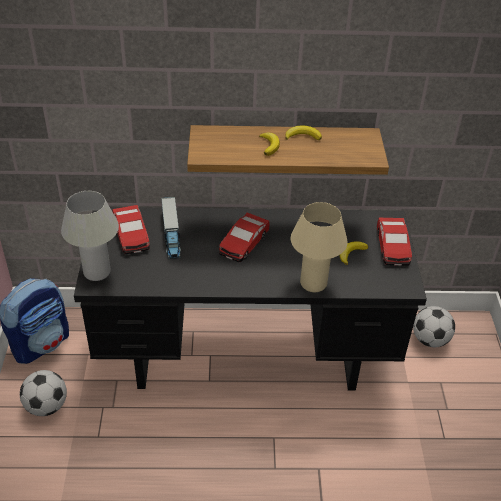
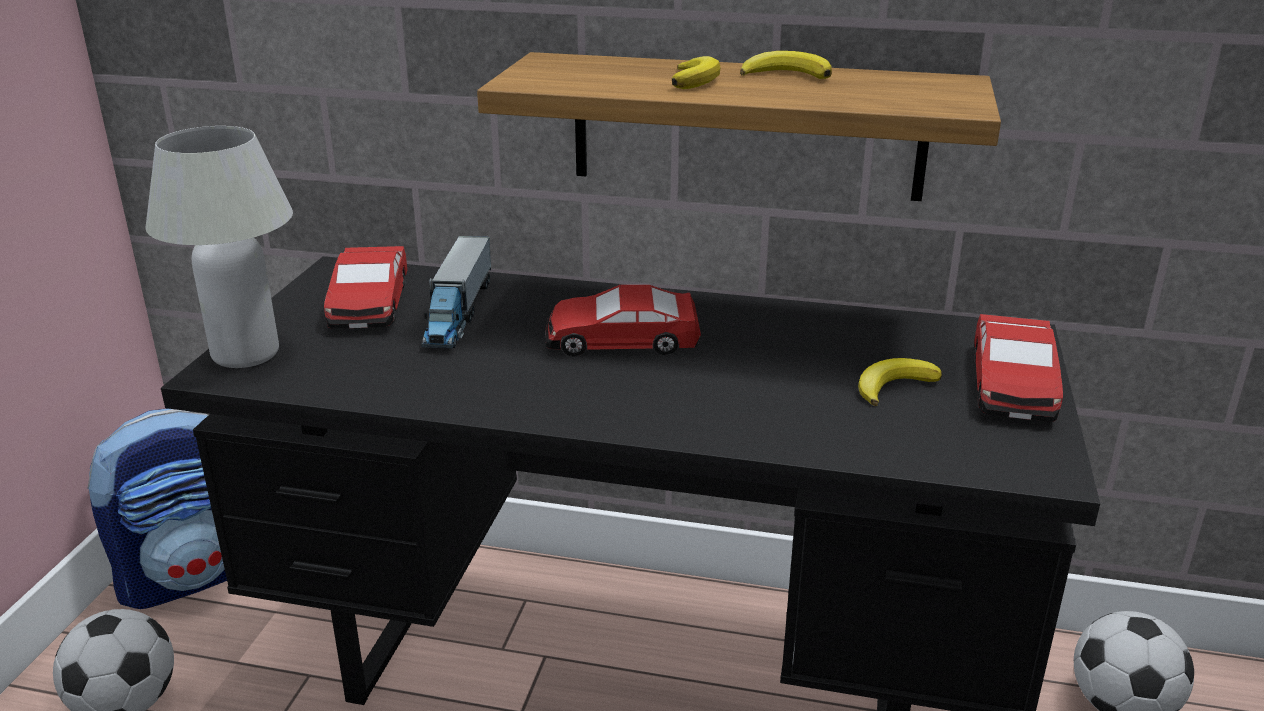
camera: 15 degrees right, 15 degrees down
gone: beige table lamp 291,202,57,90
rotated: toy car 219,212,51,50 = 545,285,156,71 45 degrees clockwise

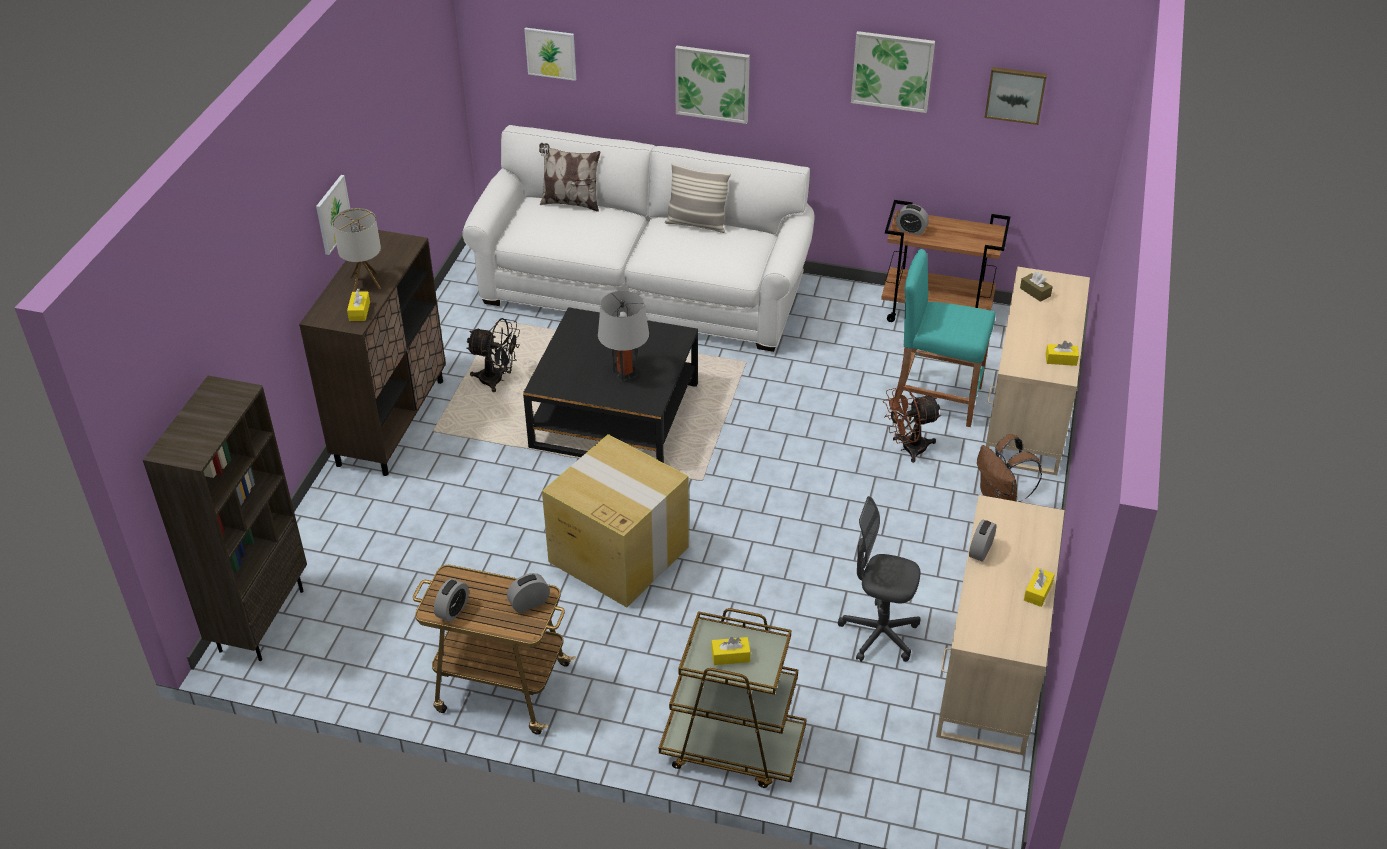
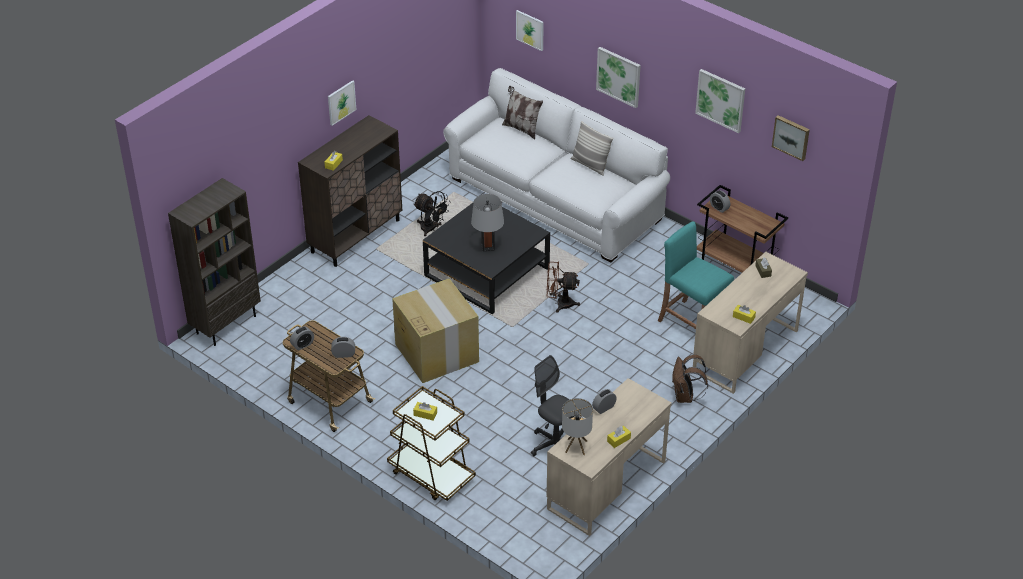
camera: 25 degrees right, 0 degrees up
shifted: table lamp 332,208,49,84 to 562,398,31,57; brown fan 883,385,59,78 to 546,261,34,52

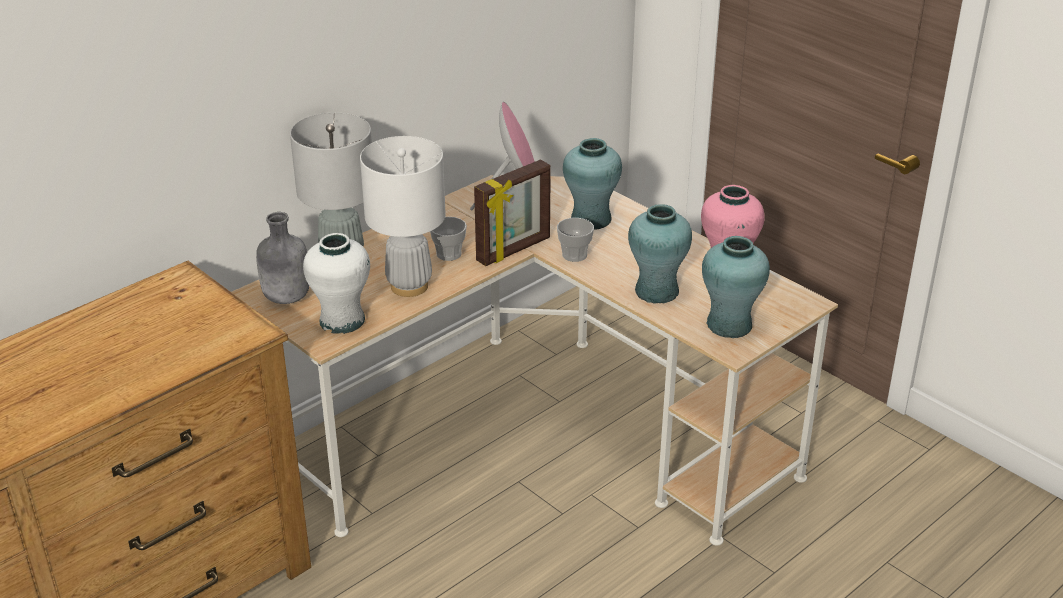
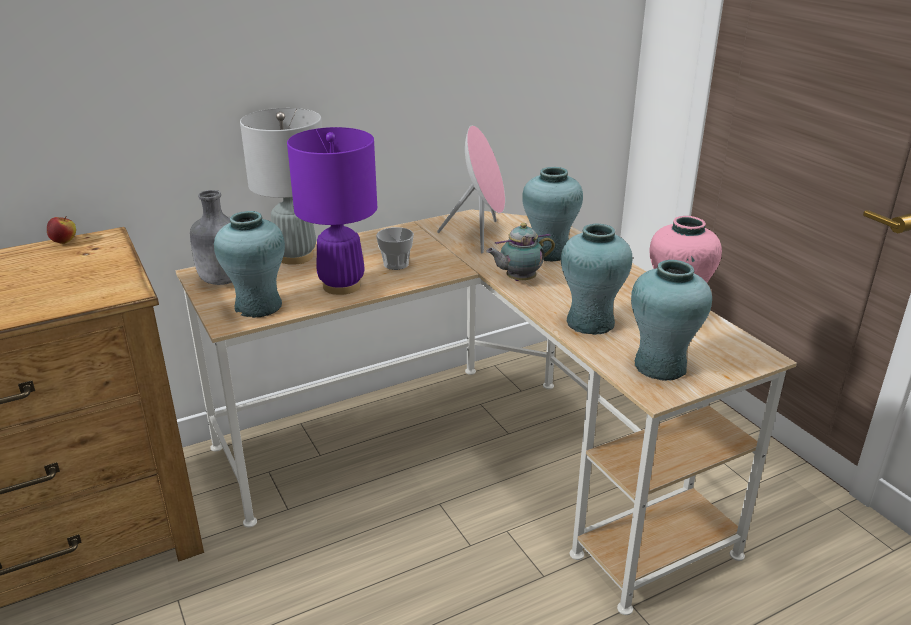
camera: 15 degrees right, 5 degrees down
gone: picture frame 474,160,77,106
new: apple 47,216,29,28
swapped: cup 557,218,37,44 to teapot 486,223,69,58
repainted: white vase 303,233,67,101 to turquoise vase 214,211,71,107; white table lamp 360,136,86,161 to purple table lamp 287,127,90,168

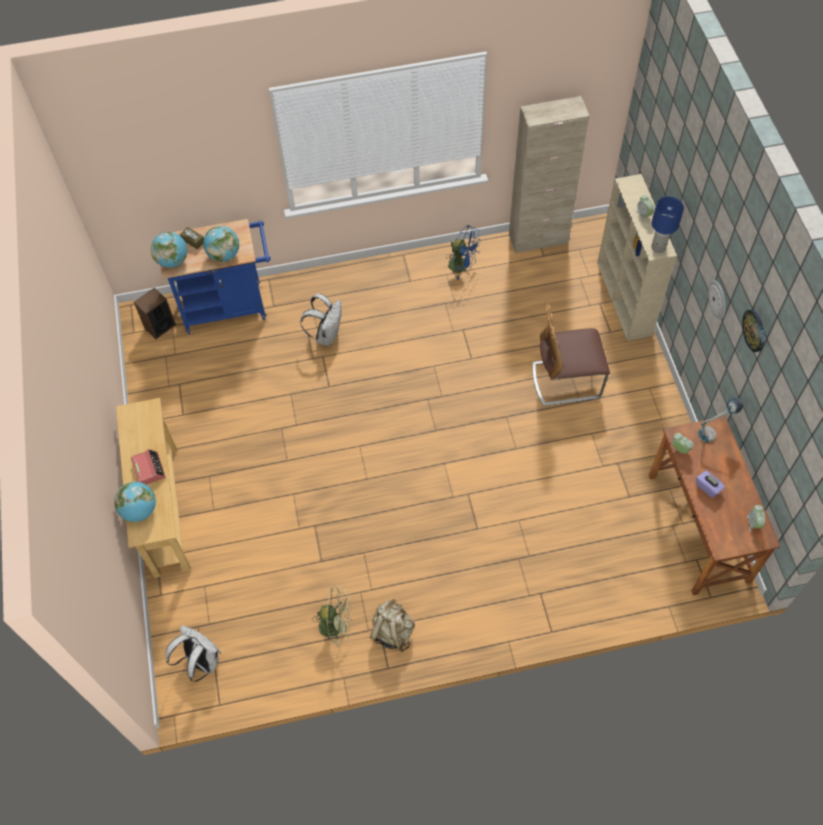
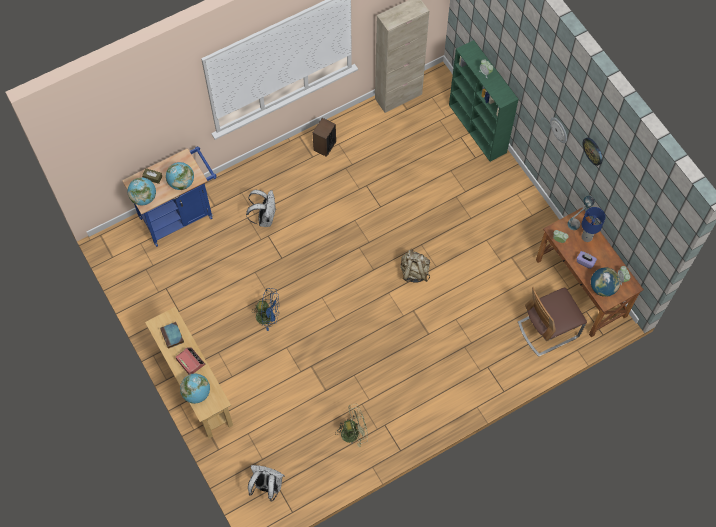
camera: 20 degrees left, 5 degrees up
new: book 160,322,24,27; globe 591,268,29,29
shifted: speaker 134,287,42,52 to 312,118,24,39; beige backpack 369,599,46,53 to 400,248,30,35; blue fan 446,225,35,55 to 252,288,28,43; chair 532,301,78,105 to 518,287,69,70; blue table lamp 651,196,33,57 to 582,207,24,35
repainted: beige bookcase 597,174,80,167 to green bookcase 449,40,70,122

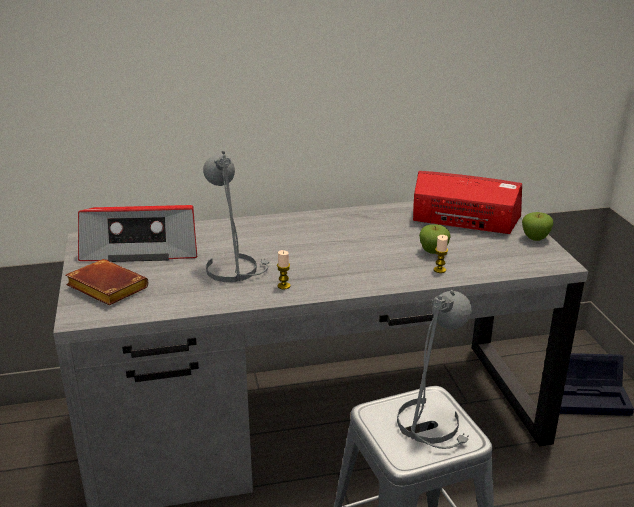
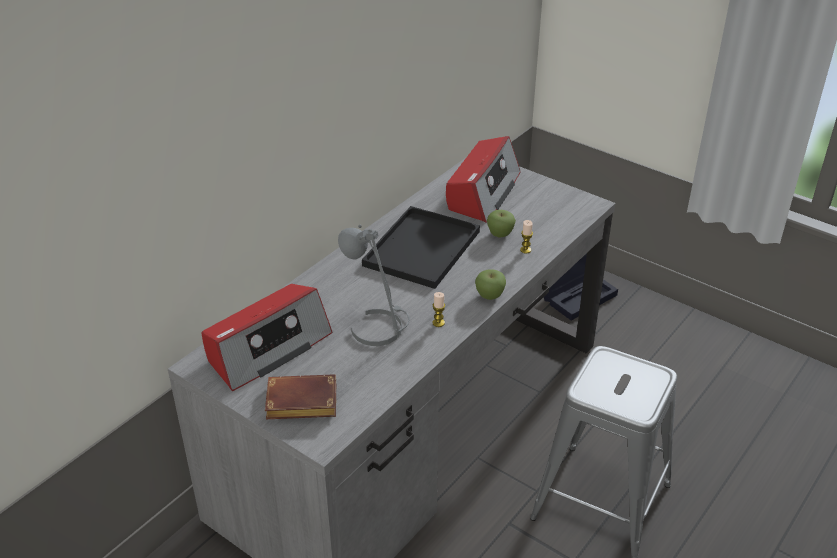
camera: 40 degrees left, 10 degrees up
gone: grey table lamp 397,290,74,159
new: black tray 362,206,118,83
shifted: apple 522,212,31,29 to 475,269,31,31
rotated: radio 413,171,109,63 = 446,136,75,87 135 degrees clockwise

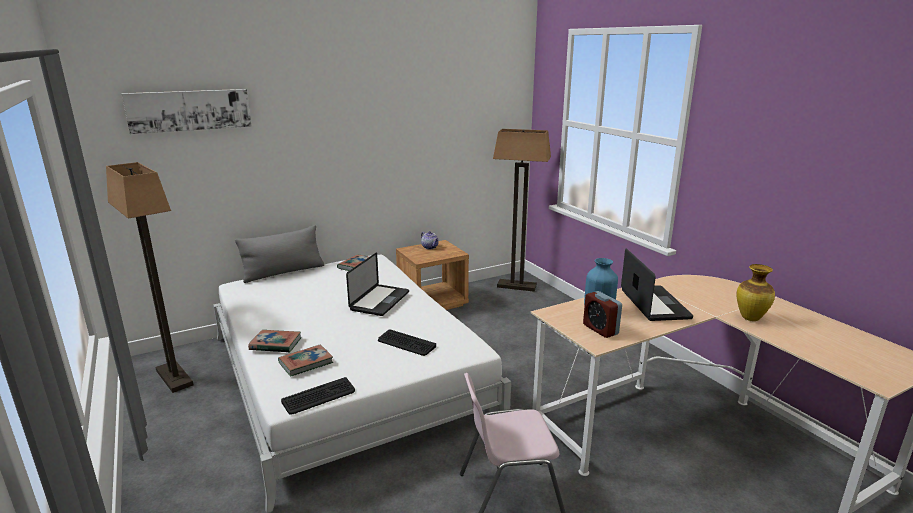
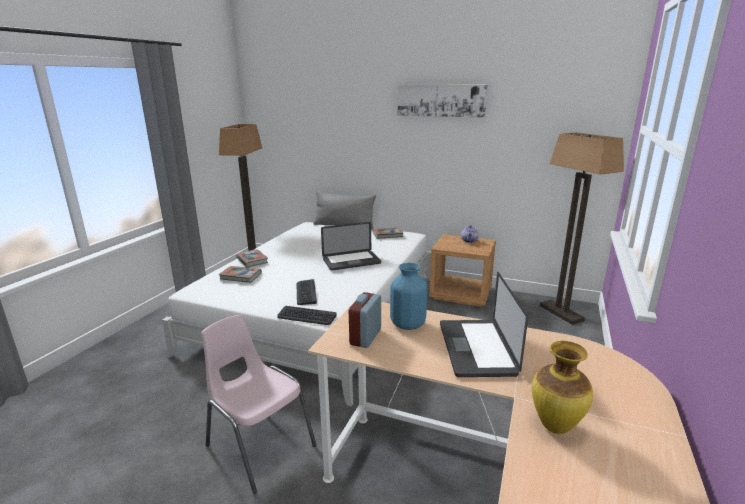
camera: 50 degrees right, 0 degrees up
shifted: picture 122,89,129,45 to 398,85,90,32; keyboard 281,377,74,37 to 277,306,60,19
rotated: laptop 621,248,72,73 = 440,272,88,105 135 degrees clockwise

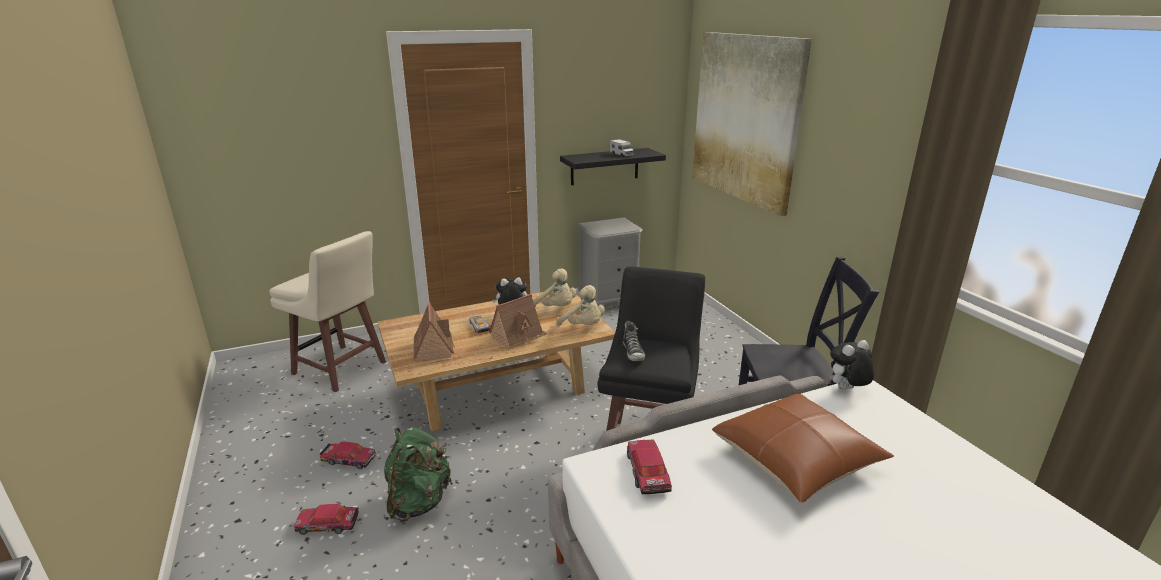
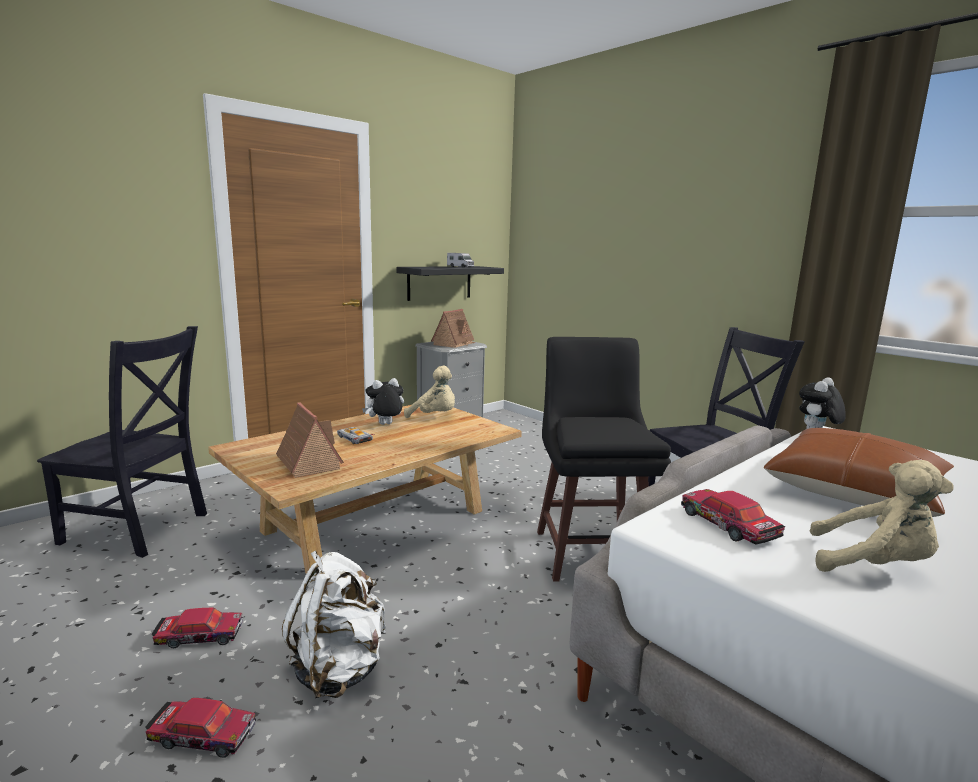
camera: 20 degrees left, 10 degrees down
gone: shoe 623,321,22,40; picture 692,32,120,184
shifted: toy house 489,294,59,55 to 431,309,44,39; beige plush toy 557,285,48,40 to 810,460,144,112
swapped: beige stool 269,231,117,161 to black chair 37,326,170,232
repainted: green backpack 384,428,68,94 to white backpack 282,550,104,148
rotated: toy car 294,504,65,31 = 145,698,111,60 150 degrees counterclockwise

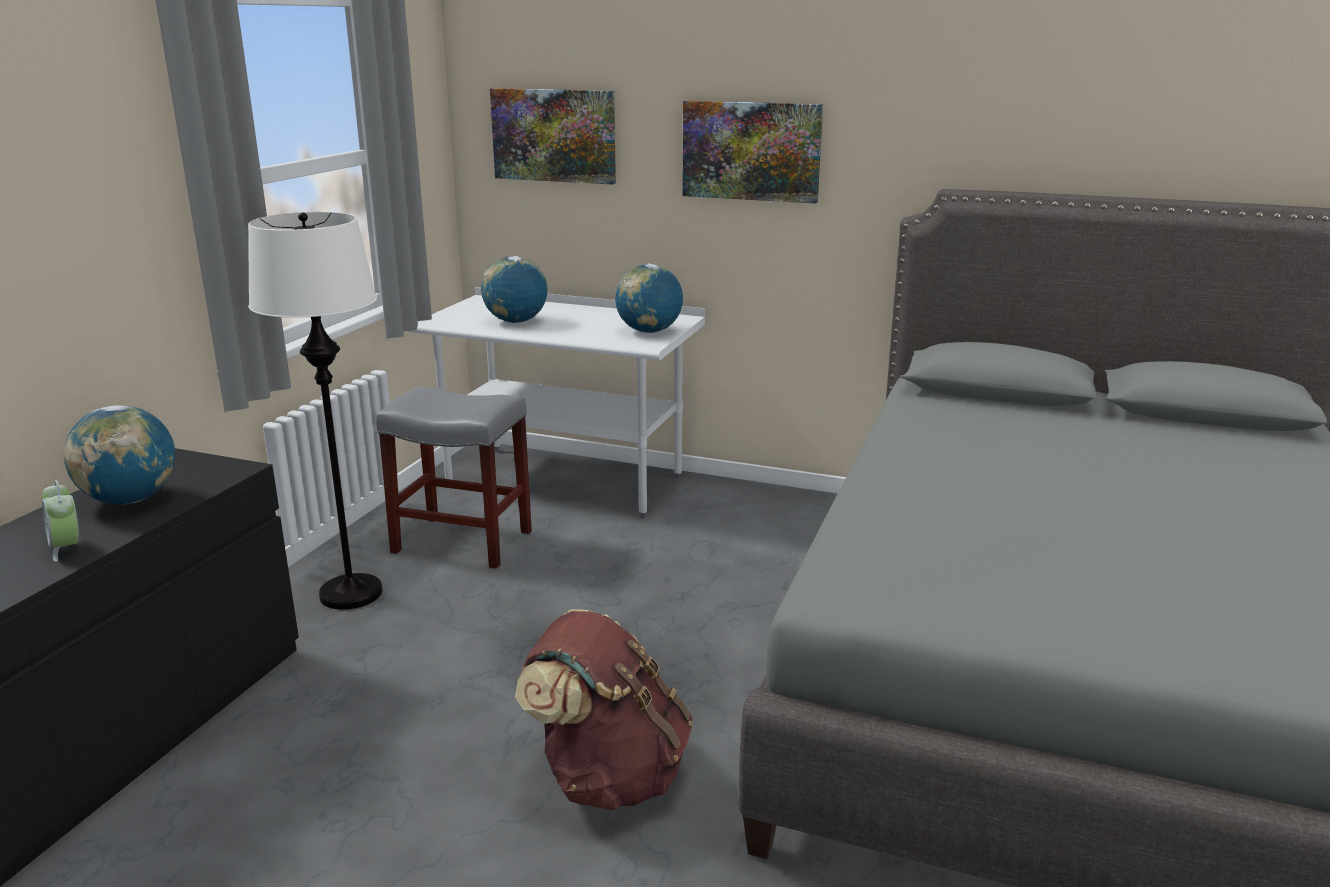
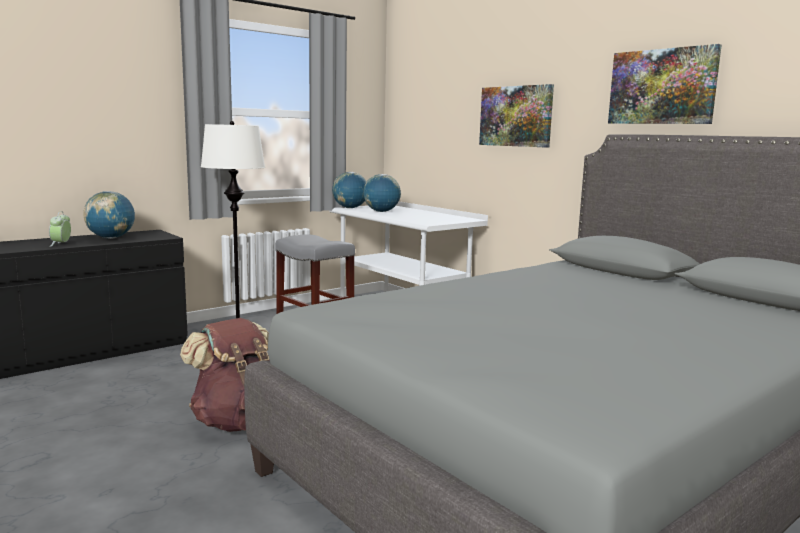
camera: 30 degrees right, 10 degrees down
shifted: picture 490,88,126,97 to 608,44,114,80; globe 615,264,68,69 to 332,172,34,36

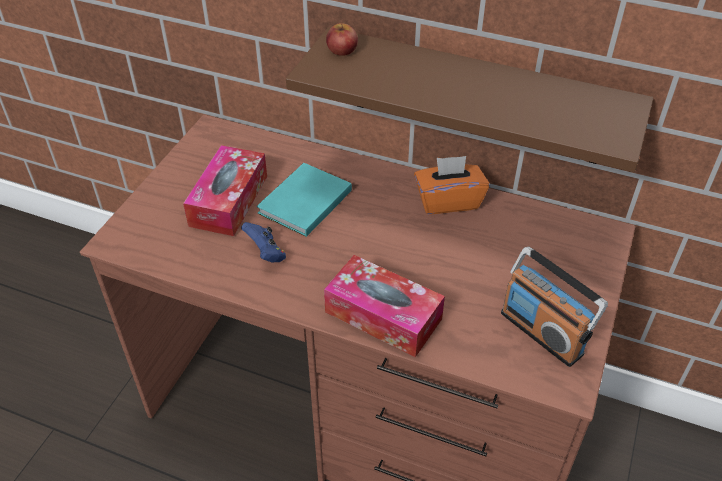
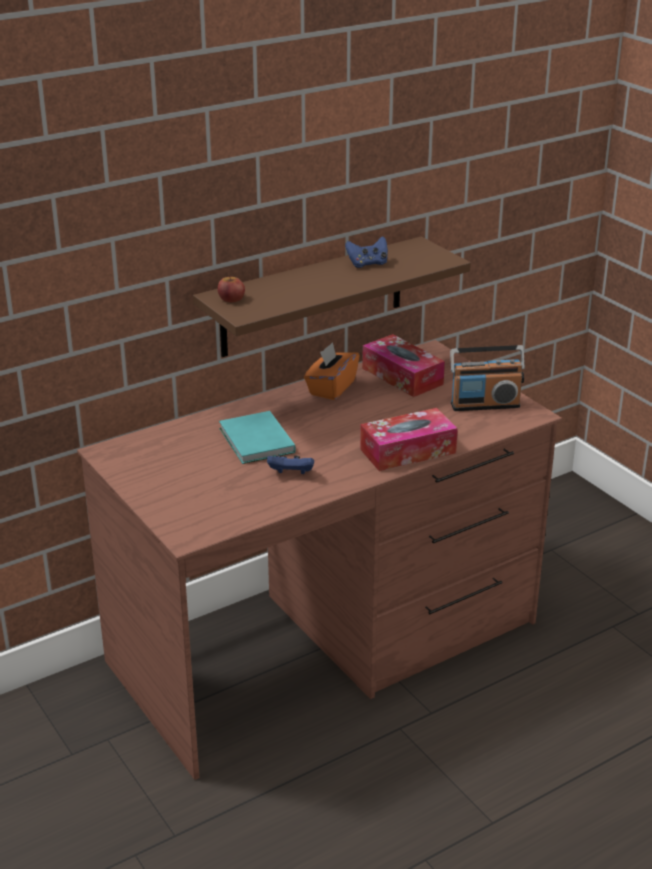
camera: 55 degrees left, 15 degrees down
new: blue game controller 345,236,43,32
shifted: tissue box 183,145,84,91 to 362,334,83,63

